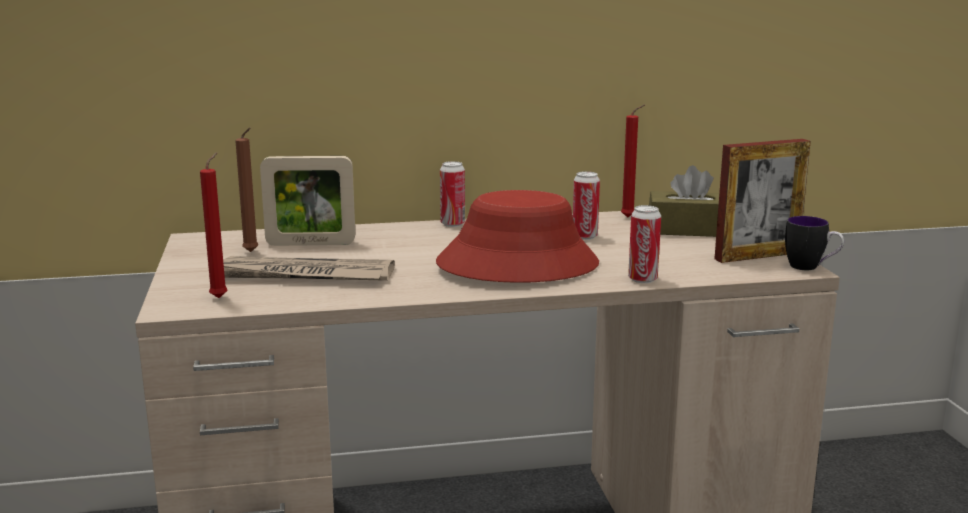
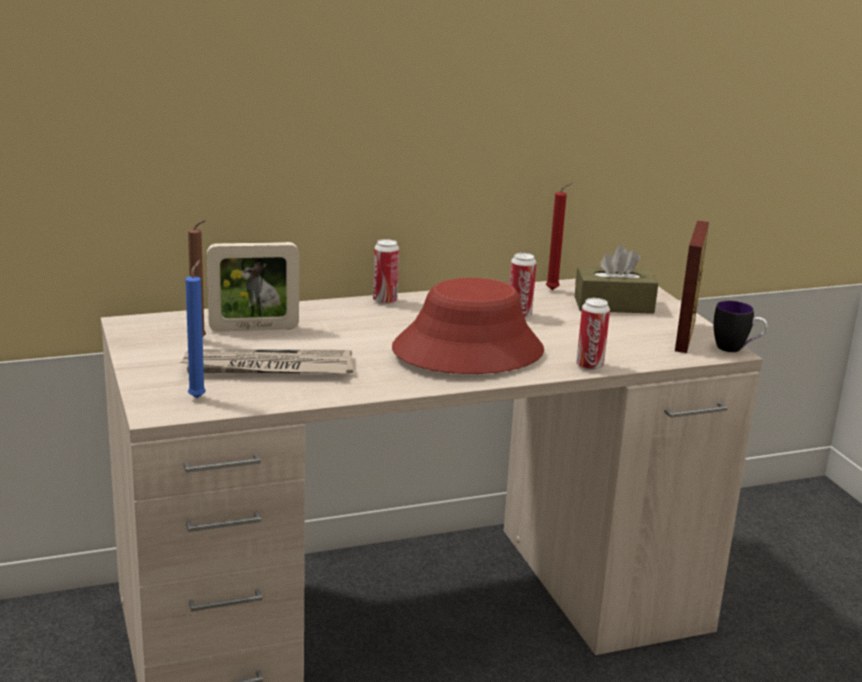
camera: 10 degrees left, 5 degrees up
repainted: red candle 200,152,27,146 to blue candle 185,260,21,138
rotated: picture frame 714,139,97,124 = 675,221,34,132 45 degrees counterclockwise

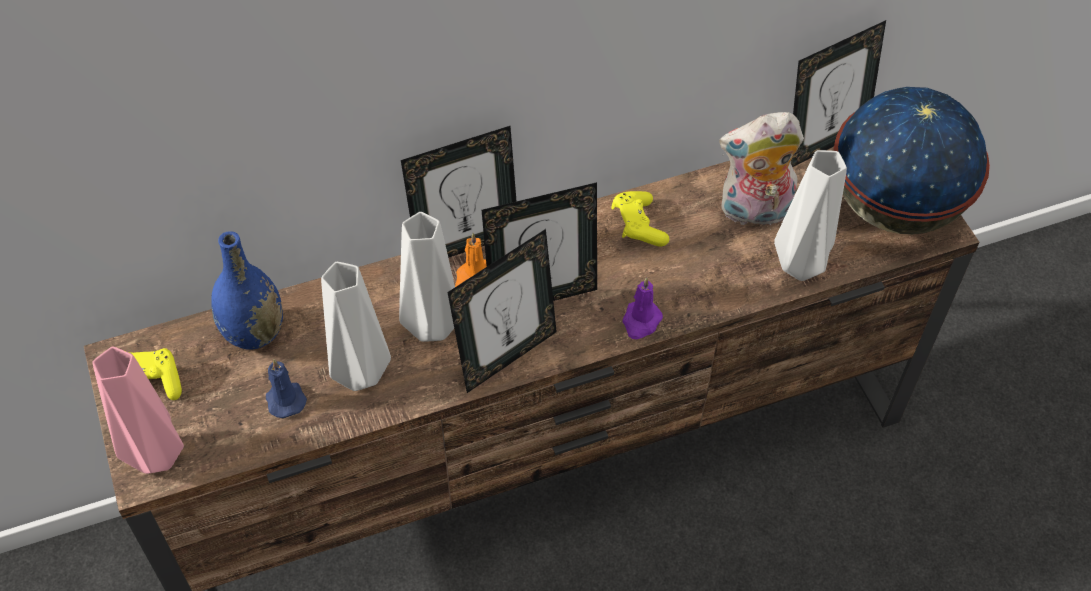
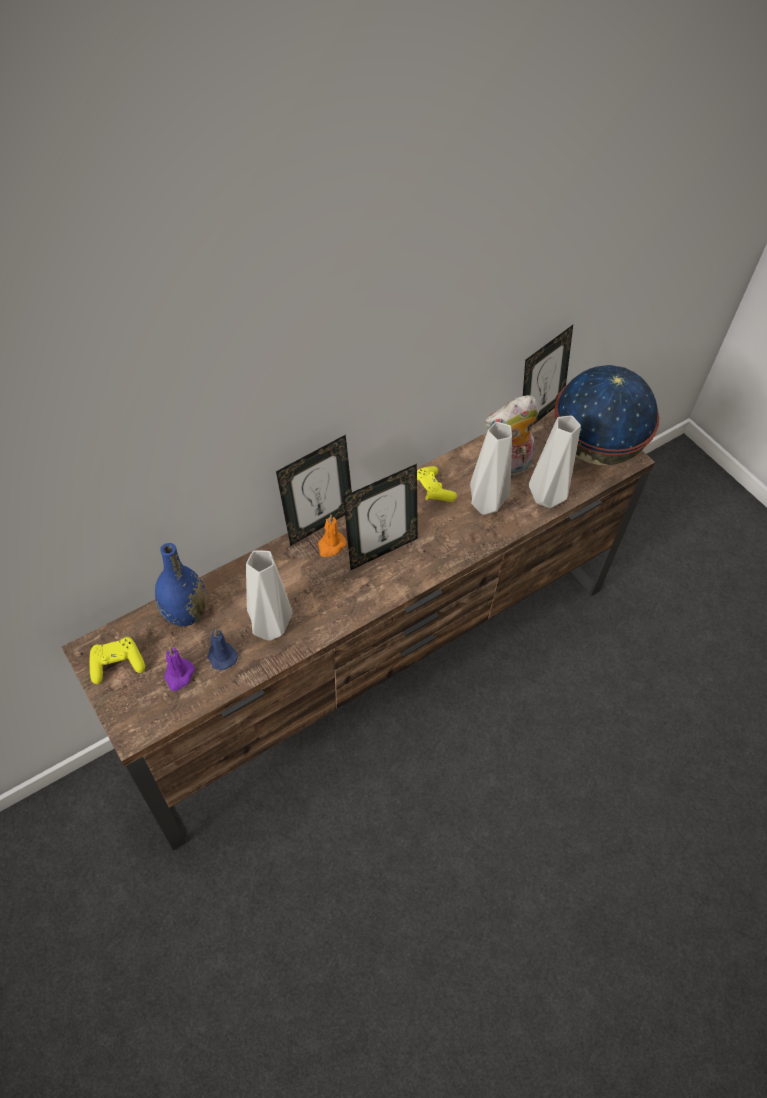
camera: 15 degrees left, 0 degrees up
gone: pink vase 92,346,92,128; picture frame 447,229,110,164
shifted: grey vase 399,212,56,130 to 470,422,42,93; purple candle 622,277,41,62 to 164,647,31,44

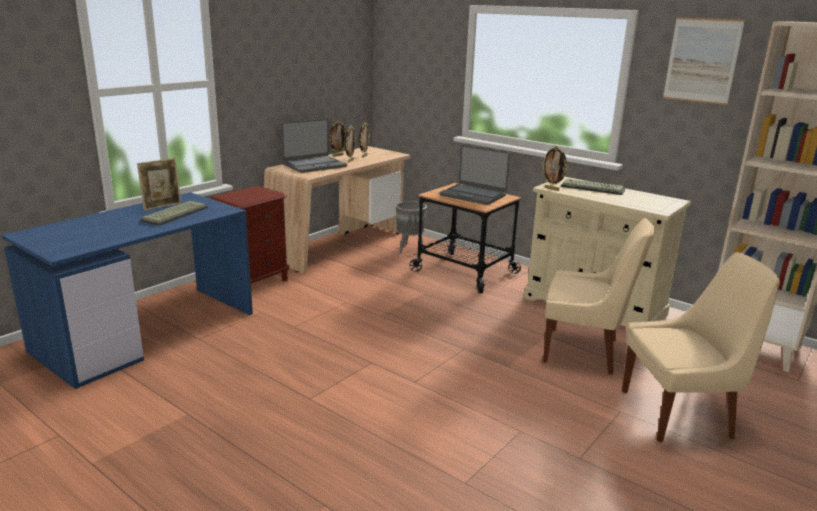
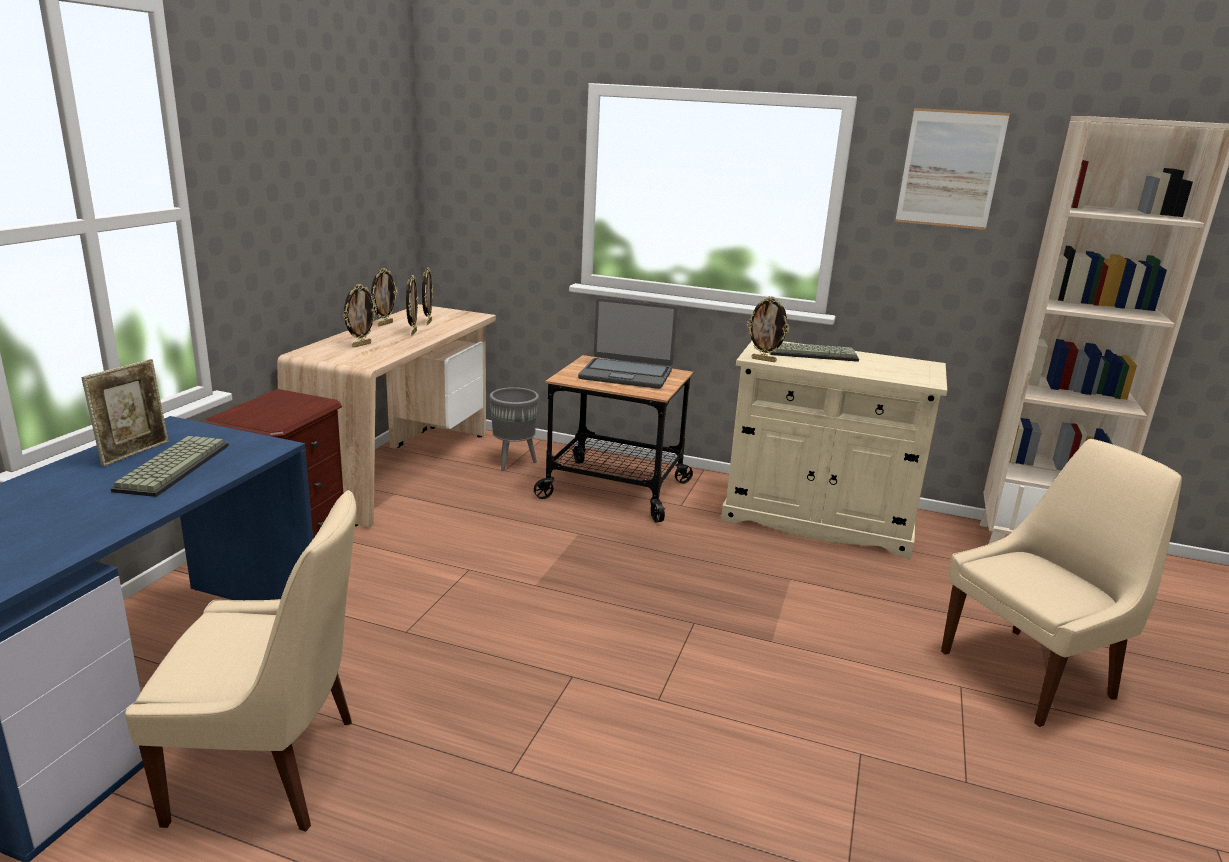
camera: 20 degrees left, 0 degrees up
shifted: beige chair 543,218,112,157 to 125,490,231,342
swapped: laptop 281,118,66,55 to picture frame 343,284,34,64

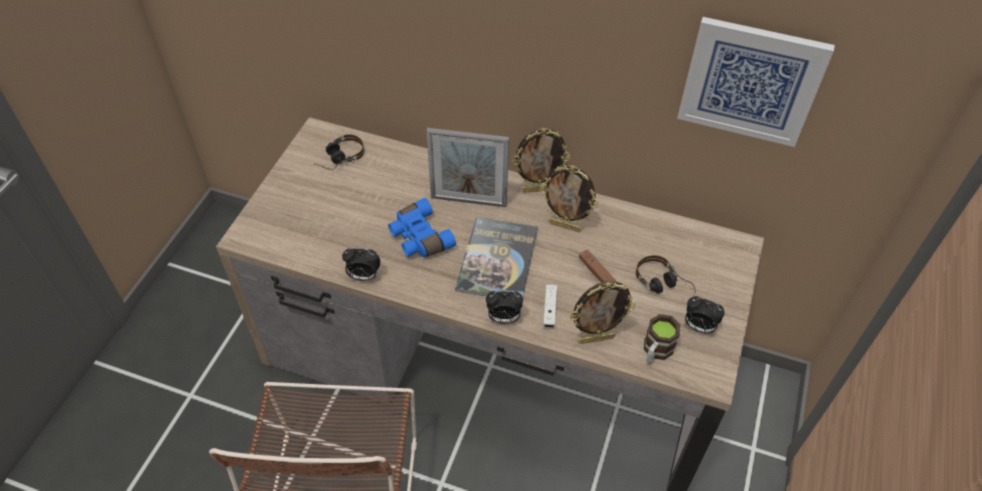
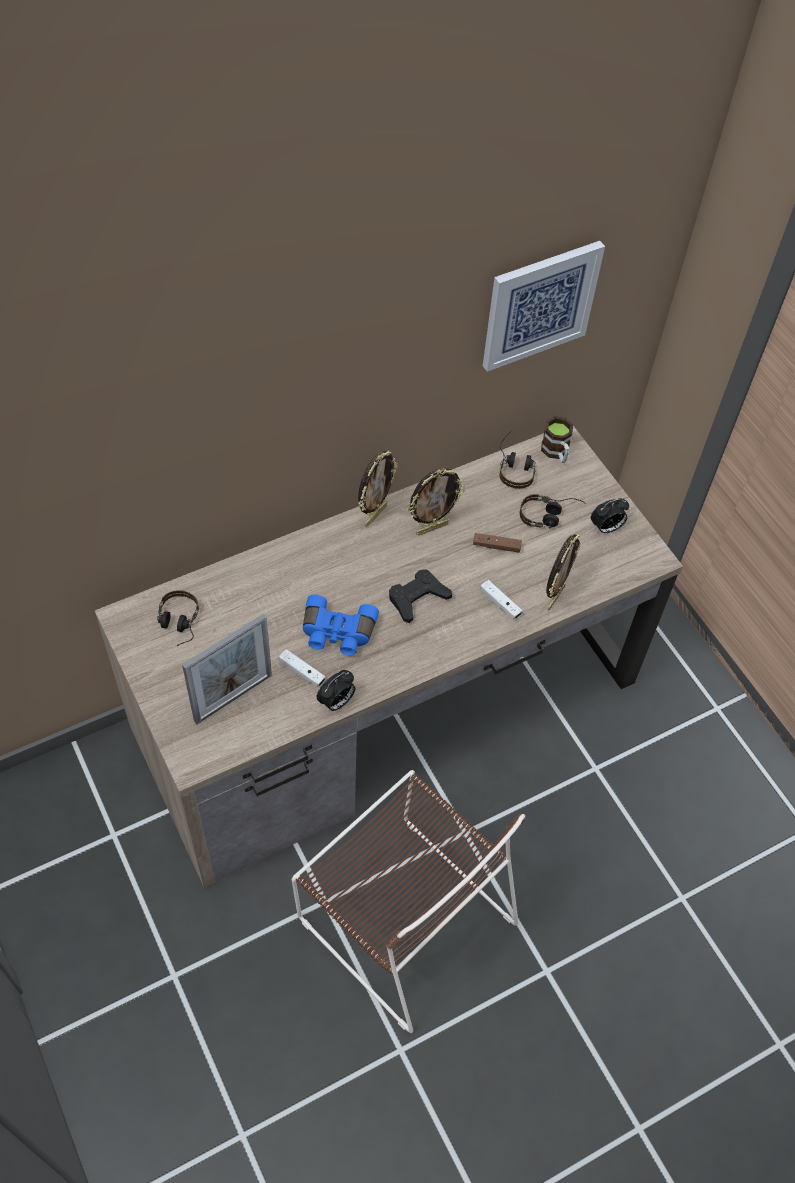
camera: 50 degrees left, 5 degrees up
gone: alarm clock 486,290,37,34
new: white game controller 279,649,46,38; headphones 499,431,36,58
shifted: picture frame 426,128,83,79 to 182,614,90,110; mug 644,314,36,50 to 541,416,32,47
swapped: book 455,217,83,80 to black game controller 389,569,63,54

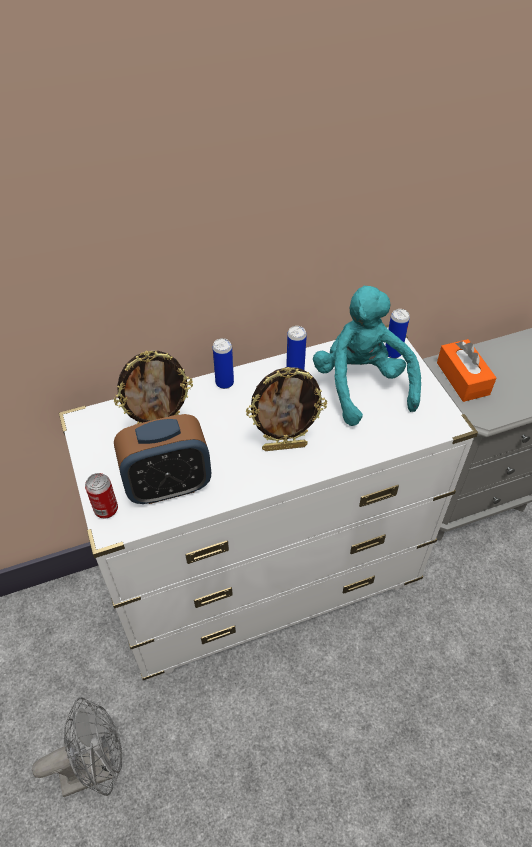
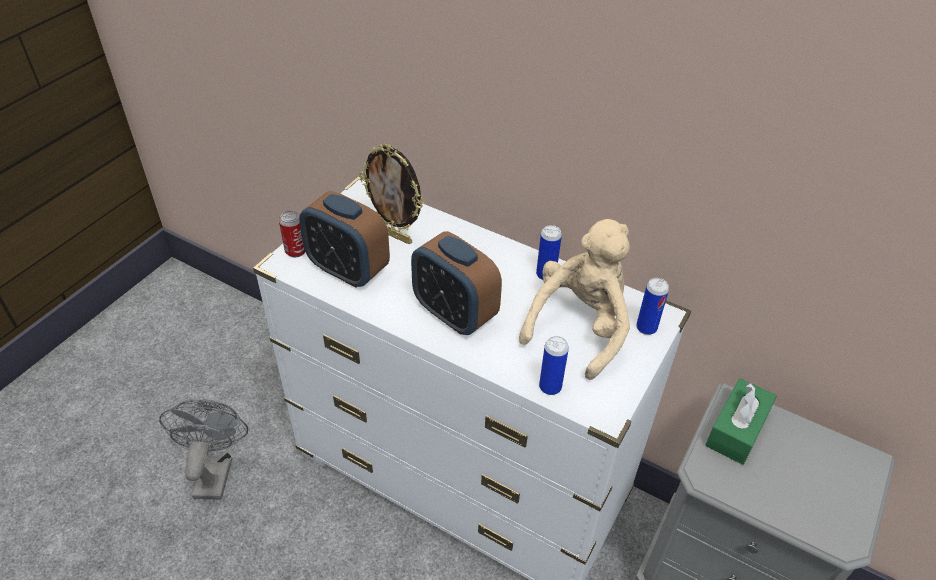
camera: 50 degrees right, 5 degrees down
shifted: can 213,338,21,51 to 539,336,30,59
swapped: picture frame 246,367,81,84 to alarm clock 411,231,91,104
repainted: turquoise plush toy 313,286,108,140 to beige plush toy 519,219,111,161; orange tissue box 437,339,59,63 to green tissue box 706,378,71,87
rotated: grey fan 32,697,90,100 = 159,399,89,101 120 degrees counterclockwise

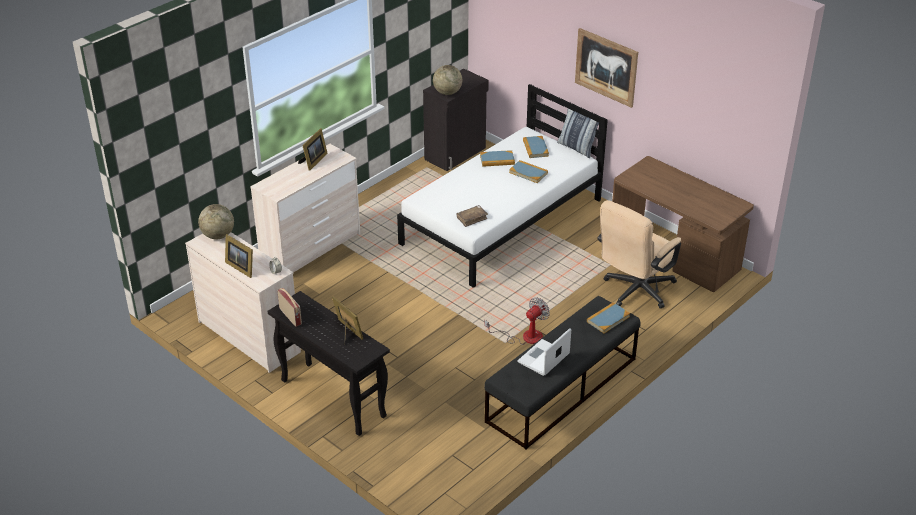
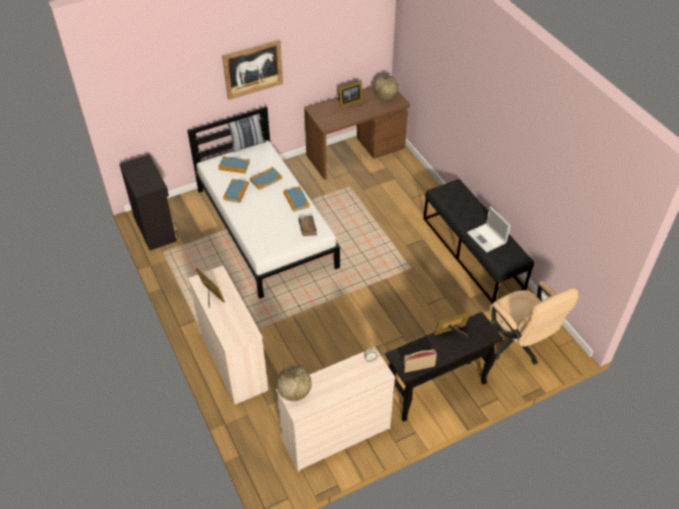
camera: 70 degrees left, 10 degrees up
gone: fan 484,298,66,47
shifted: picture frame 225,234,28,44 to 338,80,25,28; globe 433,65,29,30 to 374,75,24,25; book 587,302,43,31 to 283,186,27,26; beige office chair 597,200,84,109 to 490,281,89,83

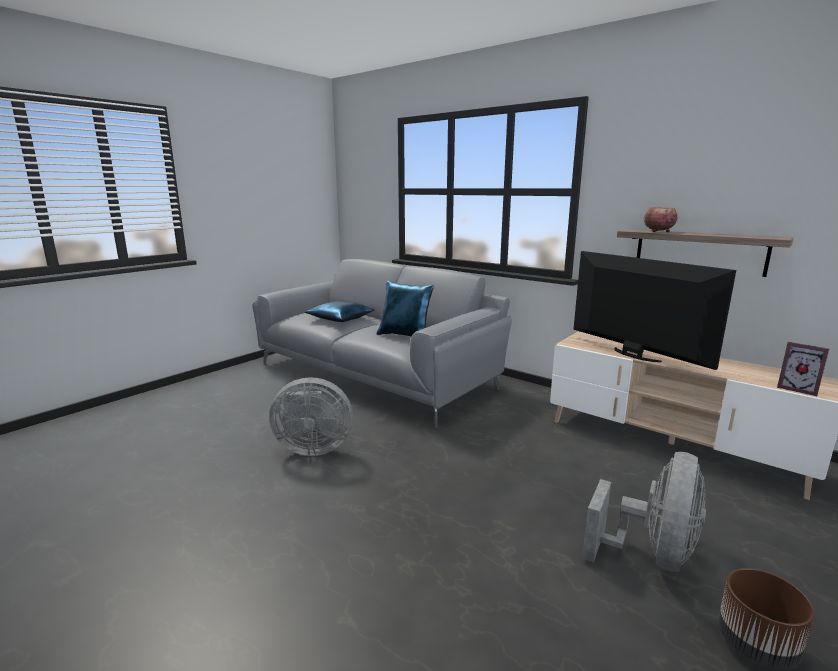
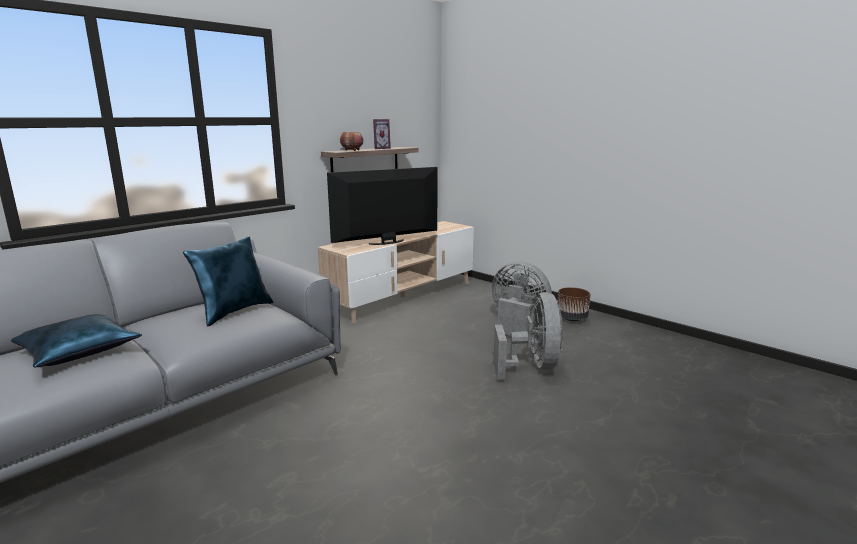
camera: 85 degrees left, 0 degrees up
shifted: grey fan 269,377,84,79 to 493,292,70,87; picture frame 777,342,52,54 to 373,119,18,30

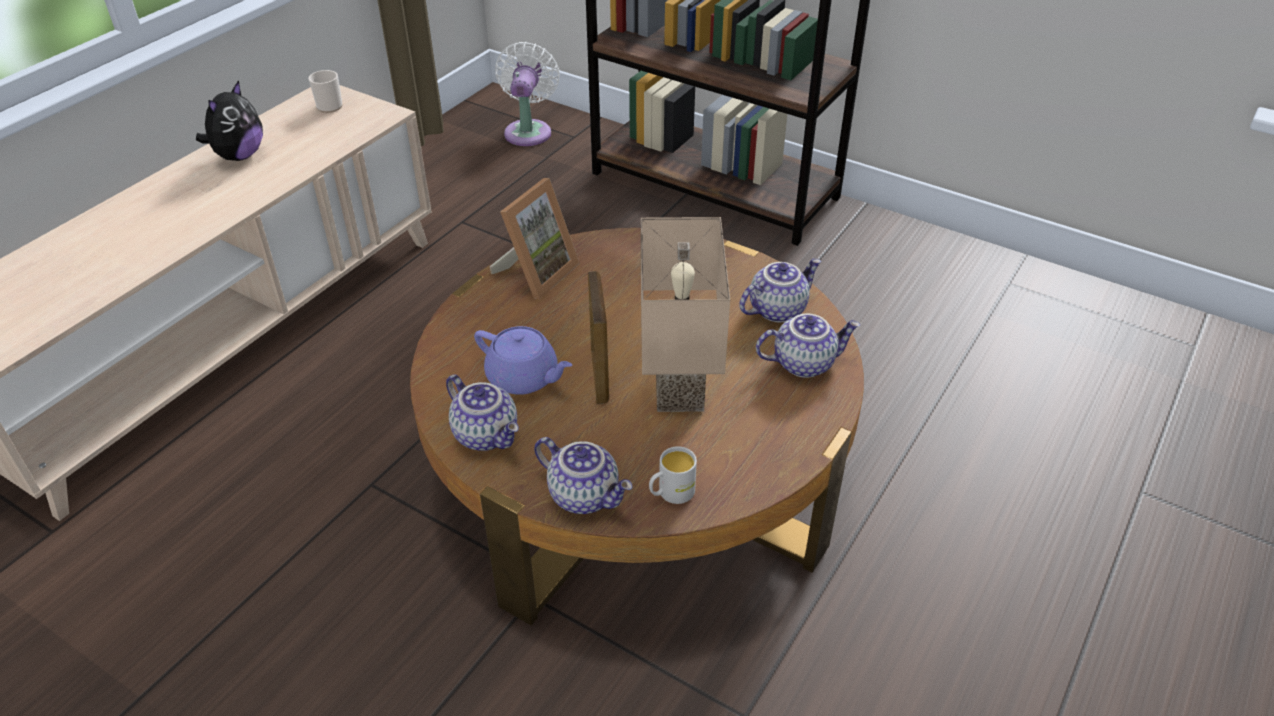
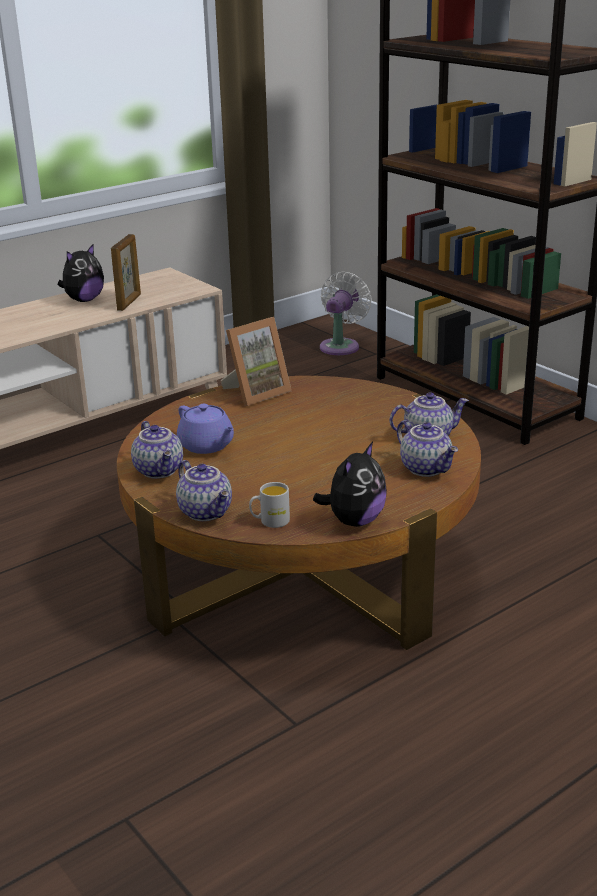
camera: 20 degrees right, 15 degrees down
gone: mug 308,70,35,43; beige table lamp 641,217,89,195
new: plush toy 313,442,74,85
shifted: picture frame 588,271,21,133 to 111,234,30,77
rotated: teapot 756,314,104,64 = 397,420,61,57 45 degrees clockwise

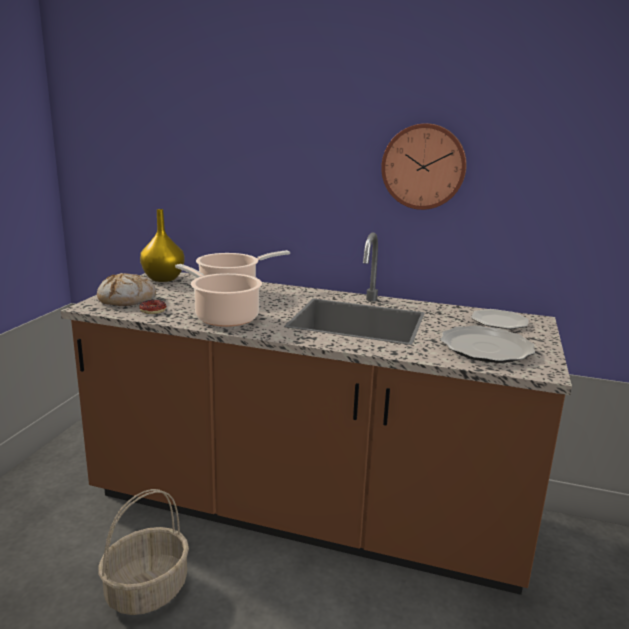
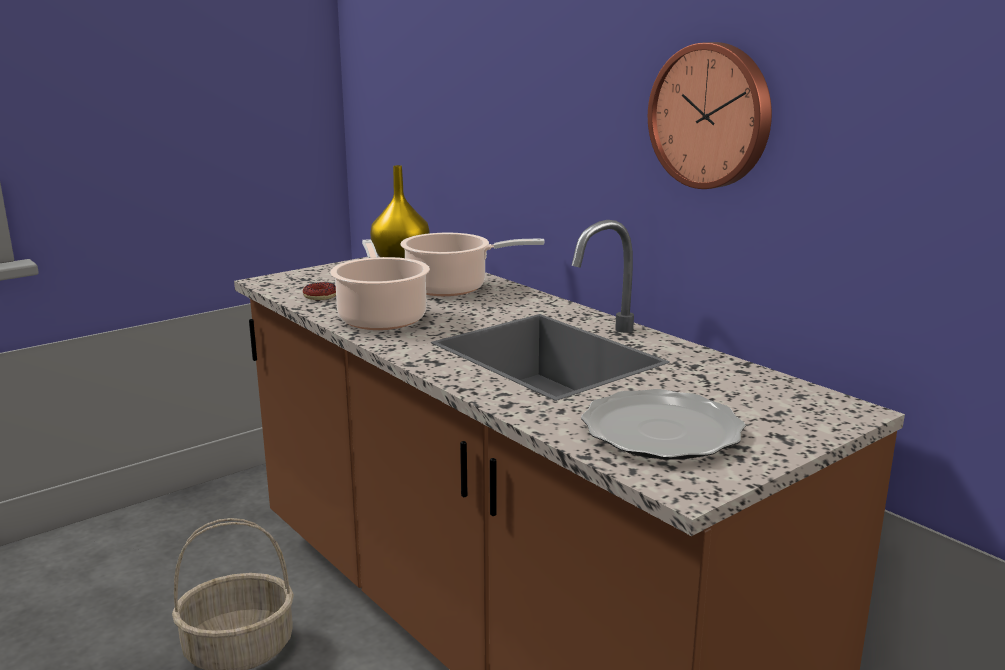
camera: 35 degrees right, 0 degrees up
gone: bread 97,273,59,33; plate 471,309,58,20

